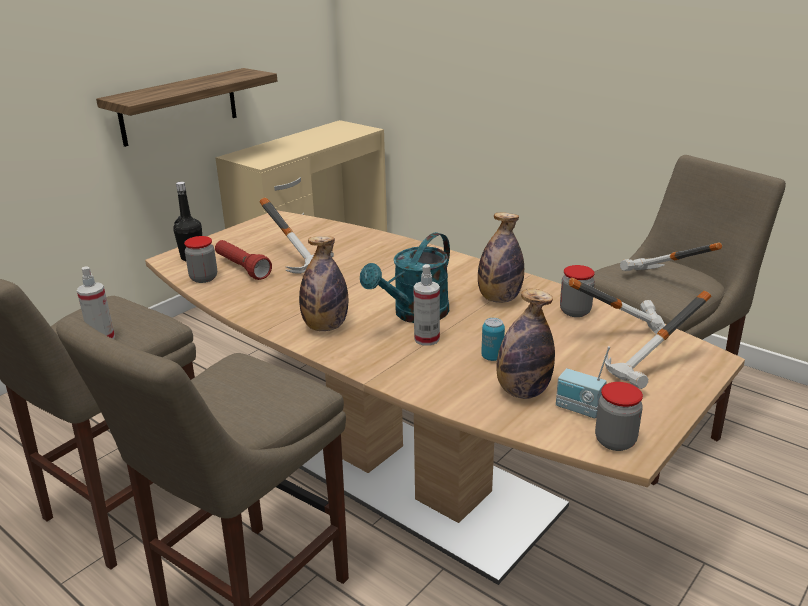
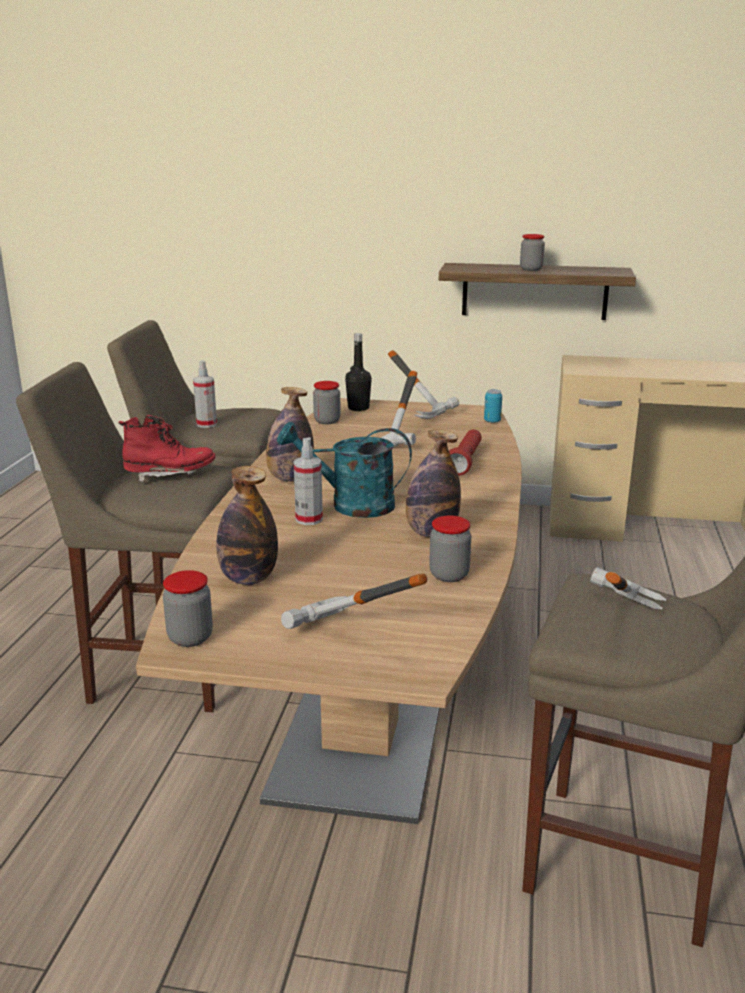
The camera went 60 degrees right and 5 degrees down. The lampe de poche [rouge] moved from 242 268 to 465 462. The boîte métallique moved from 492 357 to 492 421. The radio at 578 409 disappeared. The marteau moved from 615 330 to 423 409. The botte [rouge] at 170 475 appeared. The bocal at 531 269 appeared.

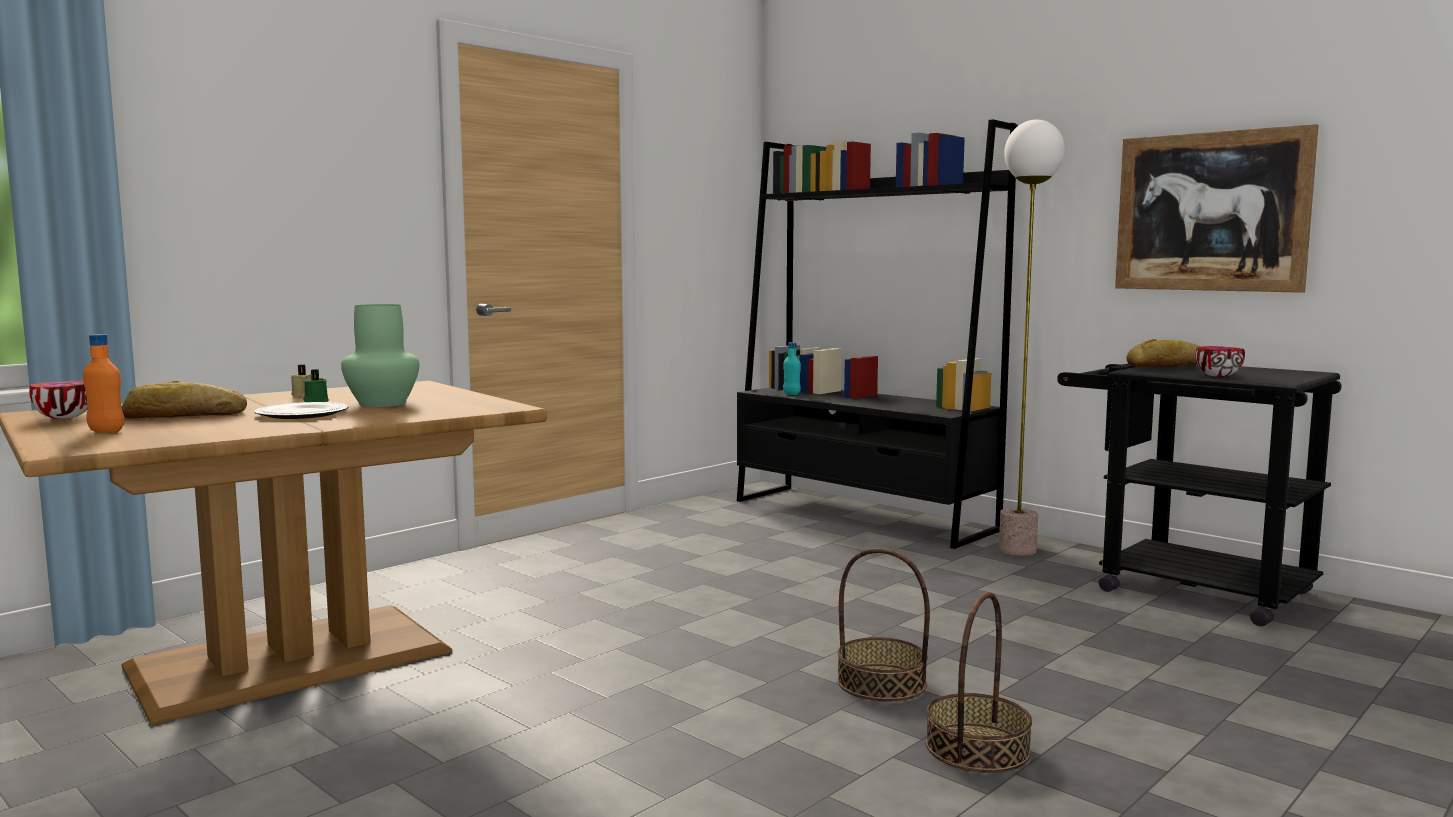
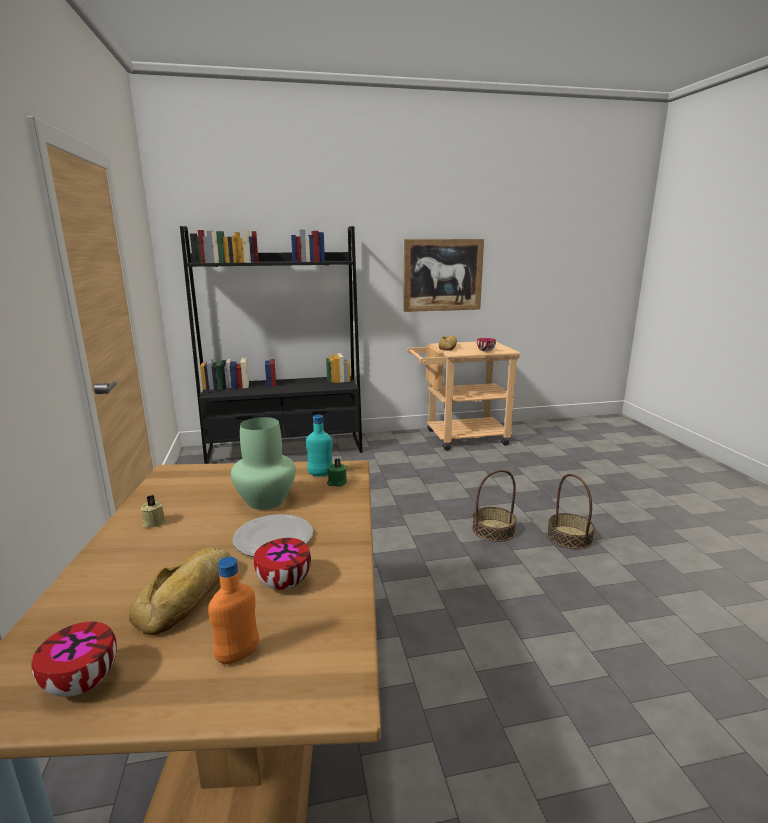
The camera went 55 degrees left and 10 degrees up. The bougie [vert] moved from 315 401 to 337 482. The bouteille [turquoise] moved from 791 394 to 320 474. The lampadaire at 1018 550 disappeared. The chariot [noir] at 1185 587 became the chariot [beige] at 459 438. The bol at 282 583 appeared.

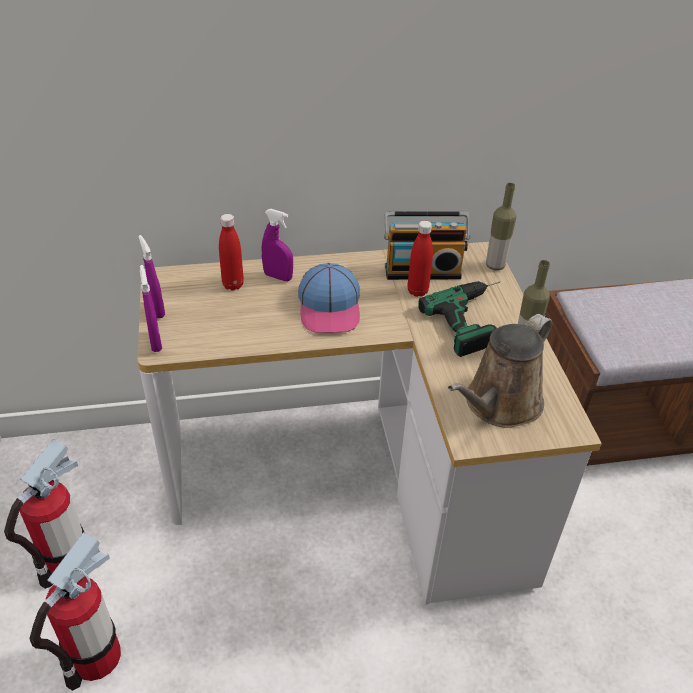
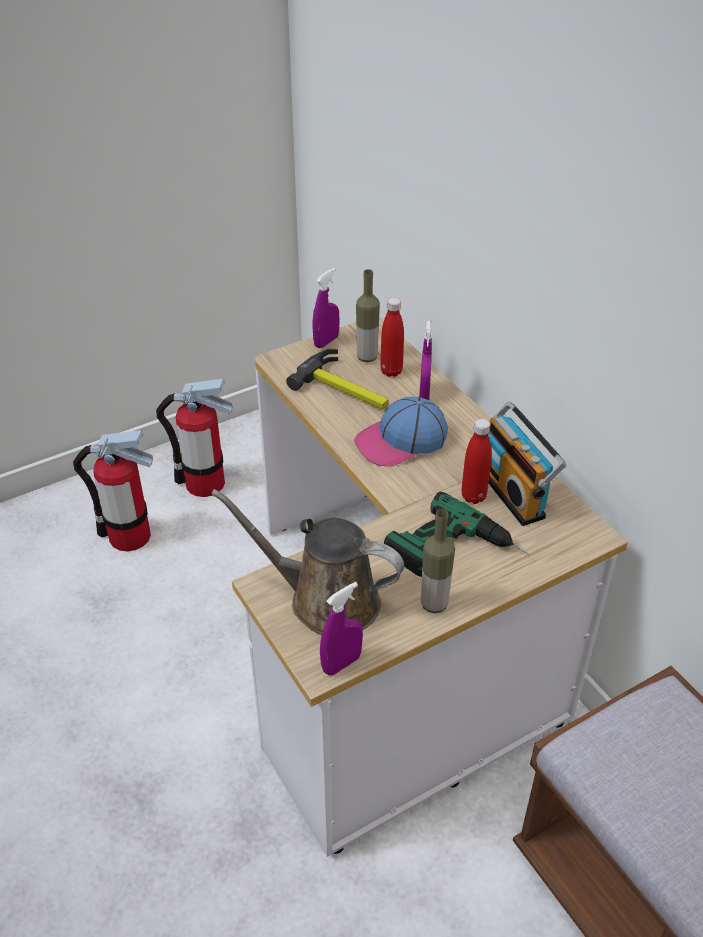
The camera went 70 degrees right and 0 degrees up. The vaporisateur [violet] moved from 155 342 to 341 663. The bouteille moved from 495 266 to 367 357. The marteau at 346 389 appeared.

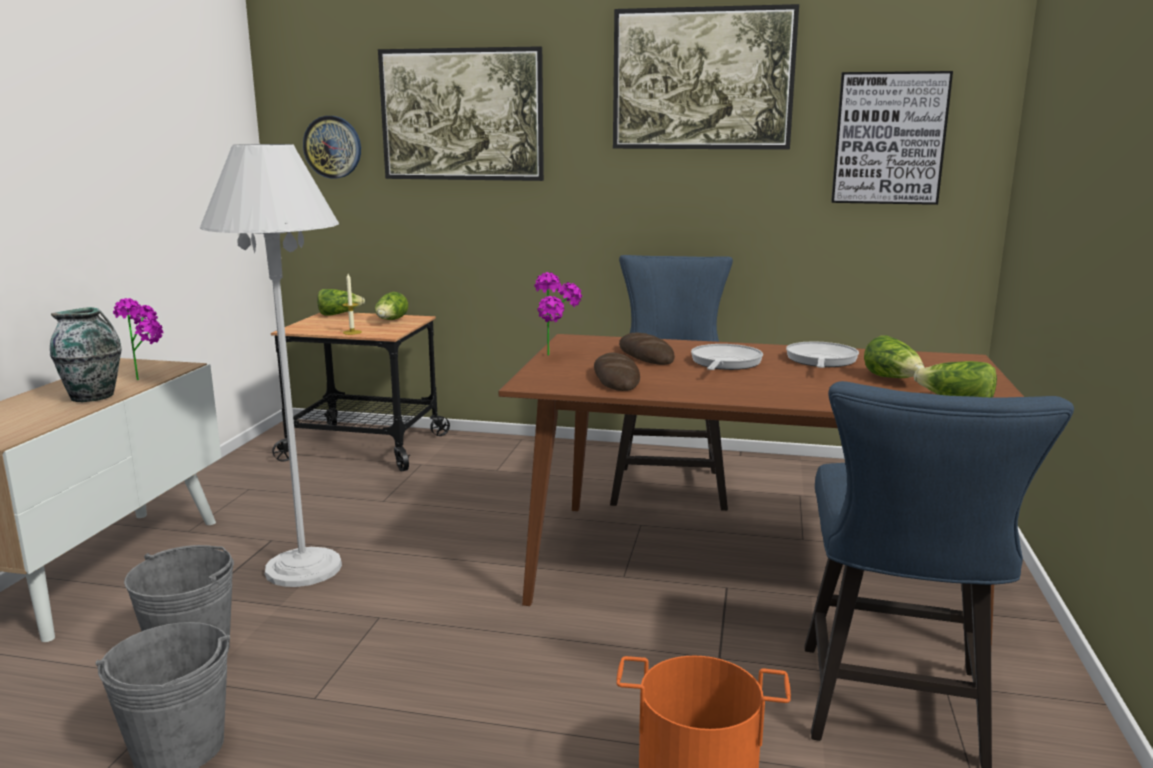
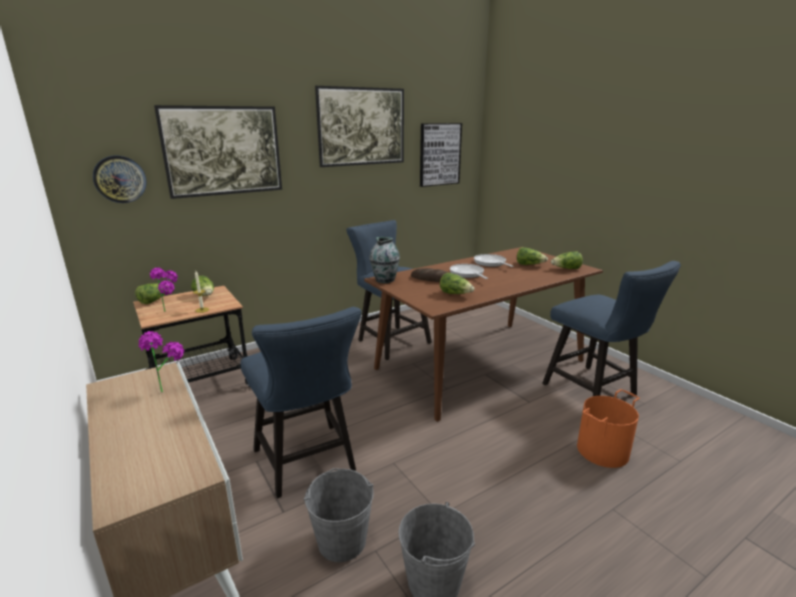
The camera went 45 degrees left and 5 degrees up. The vase moved from 94 396 to 385 280. The lampadaire [blanc] at 303 568 was replaced by the chaise [bleu] at 308 464. The plante en pot moved from 557 356 to 171 311. The pain at 616 378 was replaced by the laitue at 455 294.

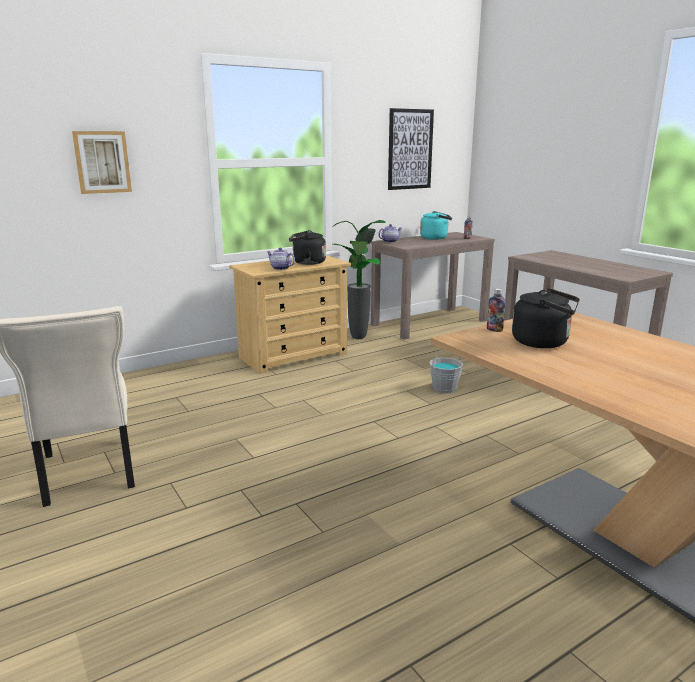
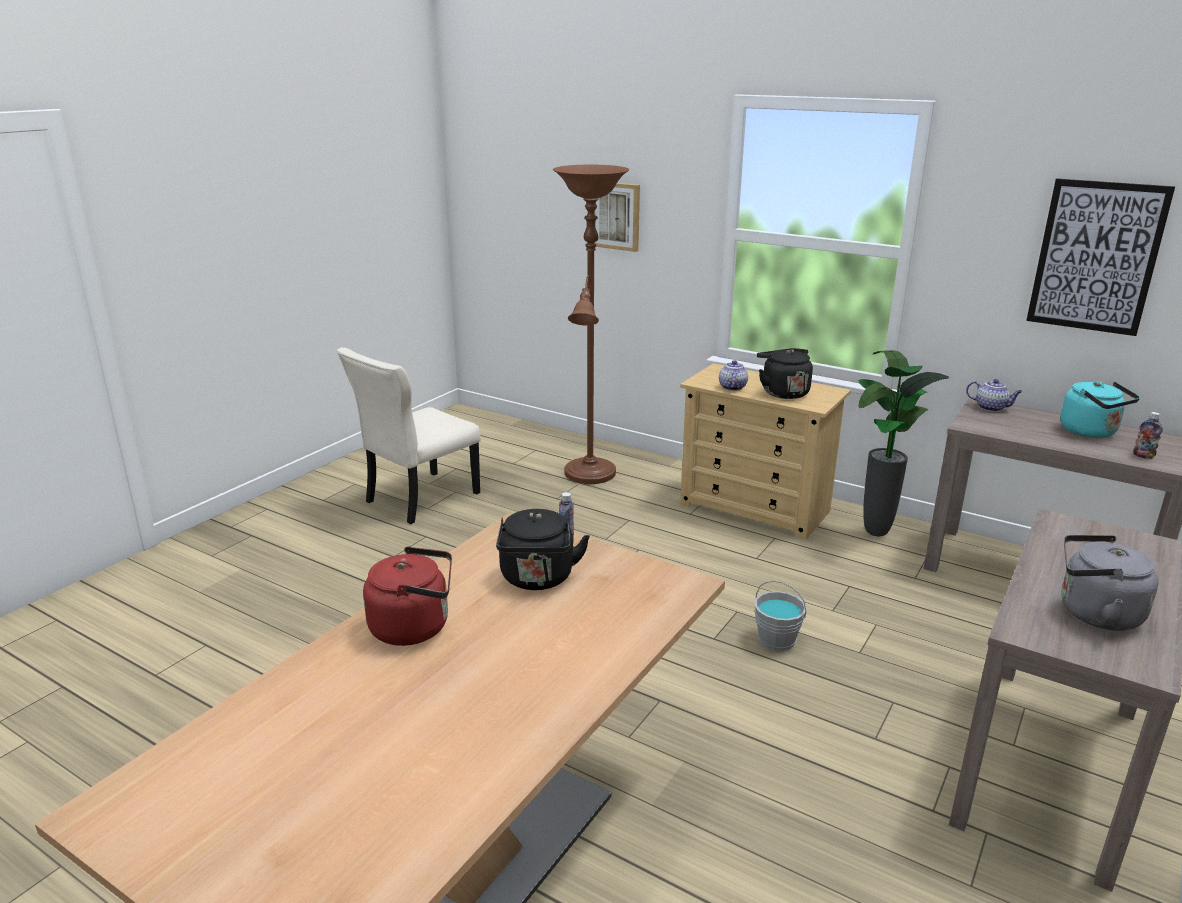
The camera went 65 degrees right and 5 degrees up. The bouilloire [rouge] at 415 627 appeared. The lampadaire [marron] at 589 476 appeared. The bouilloire [gris] at 1094 613 appeared.

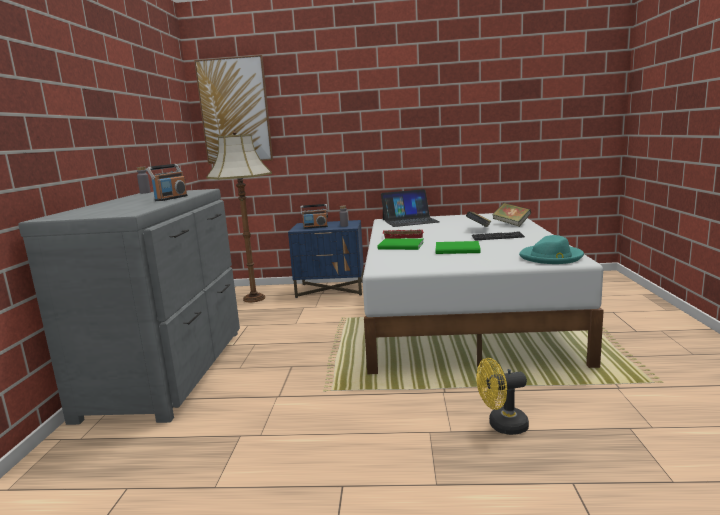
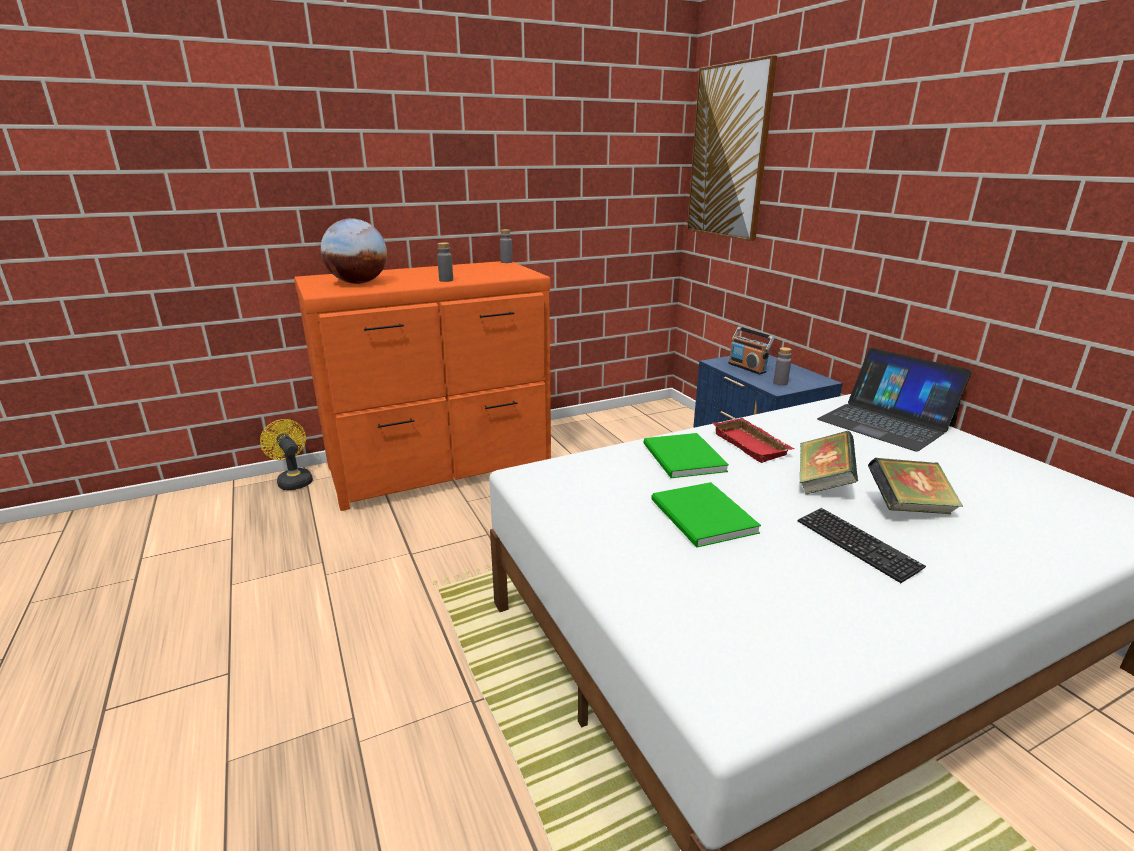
The camera went 60 degrees right and 10 degrees up. The commode [gris] at 170 371 became the commode [orange] at 441 466. The radio at 171 198 was replaced by the bouteille [gris] at 446 280. The lampadaire at 254 298 disappeared. The ventilateur [jaune] moved from 502 426 to 293 480. The livre moved from 511 224 to 823 482. The chapeau [turquoise] at 551 257 disappeared. The globe at 358 283 appeared.

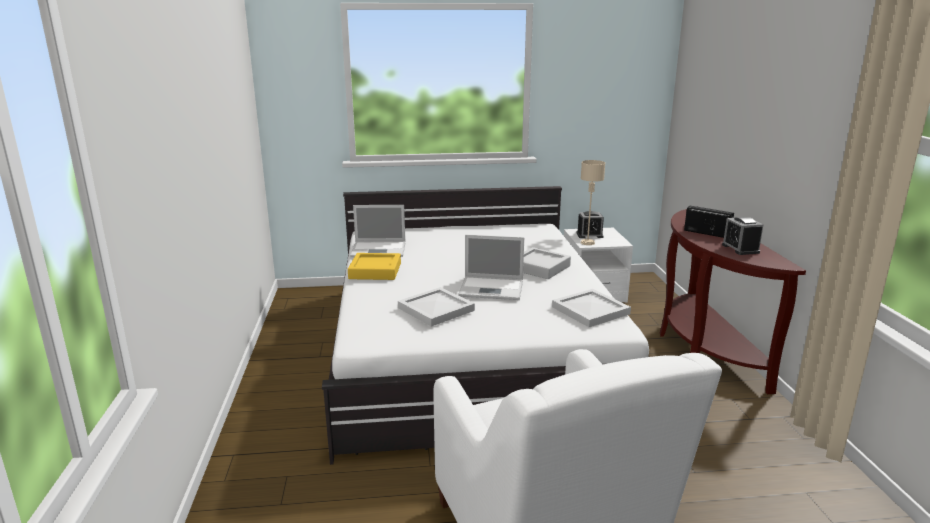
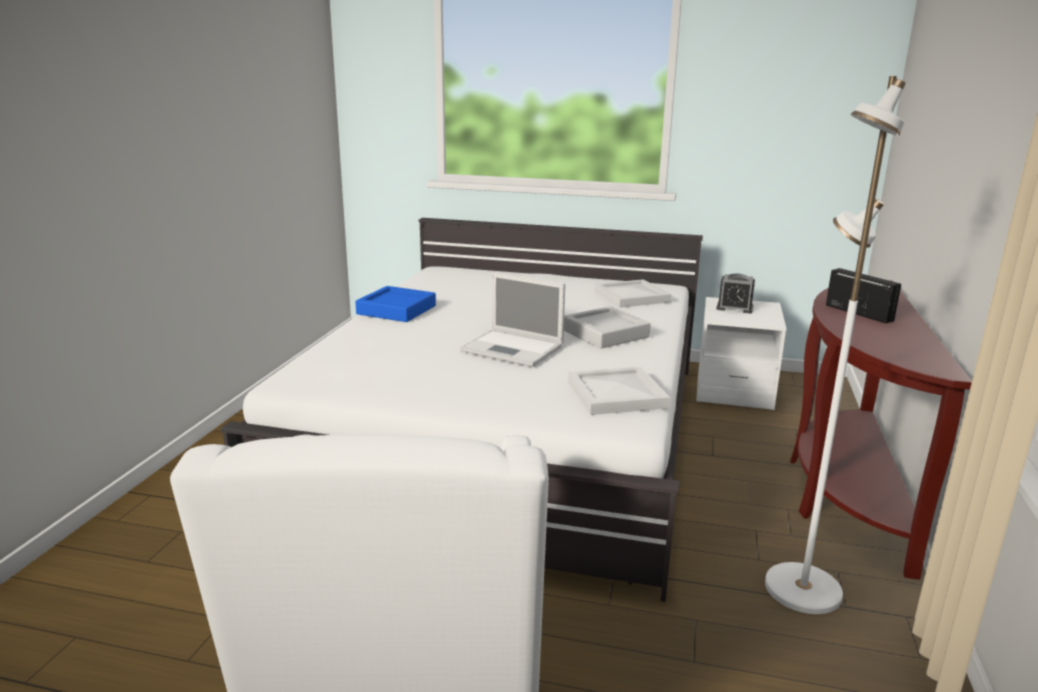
The camera went 20 degrees right and 0 degrees up. The plateau [jaune] at 375 271 became the plateau [bleu] at 396 310. The ordinateur portable at 380 250 disappeared. The plateau [blanc] moved from 437 309 to 633 297. The lampe de table [beige] at 587 242 disappeared. The réveil at 740 248 disappeared. The lampadaire [blanc] at 800 589 appeared.

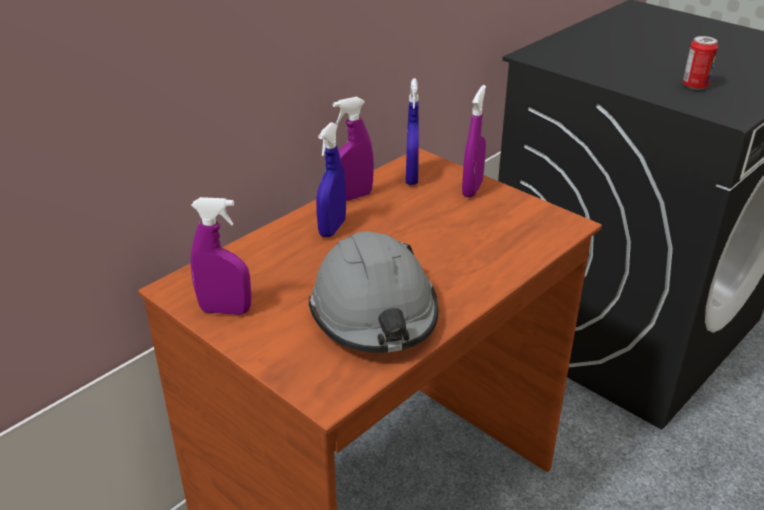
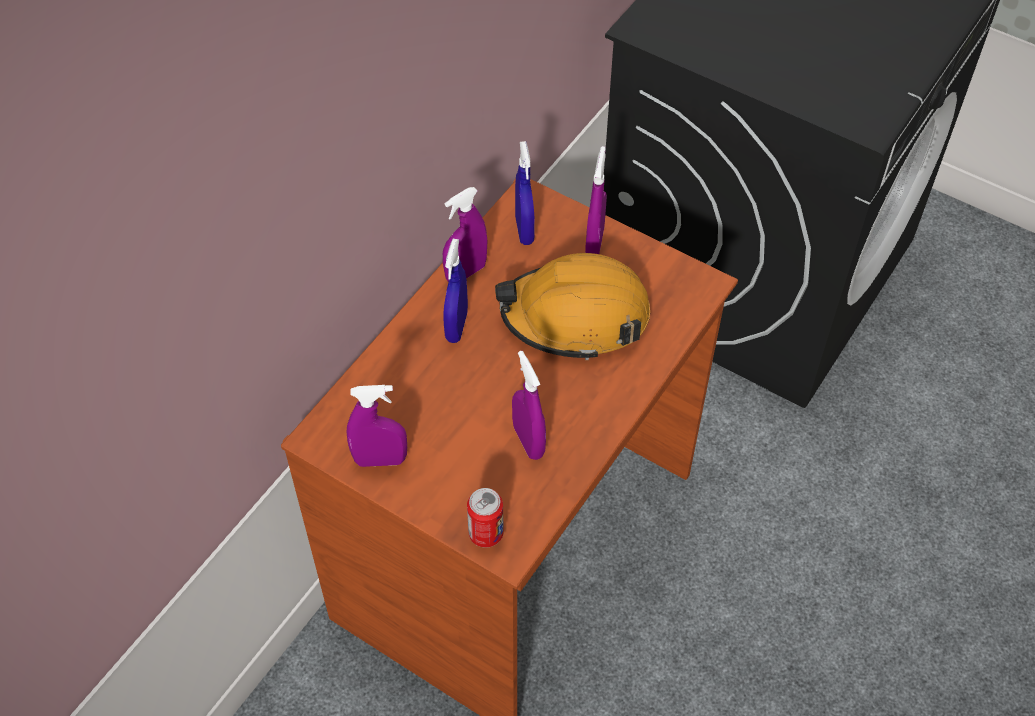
The camera went 10 degrees left and 20 degrees up. The casque de chantier [gris] at 374 313 was replaced by the vaporisateur [violet] at 528 441. The boîte métallique moved from 695 86 to 486 533. The casque de chantier [orange] at 575 316 appeared.

